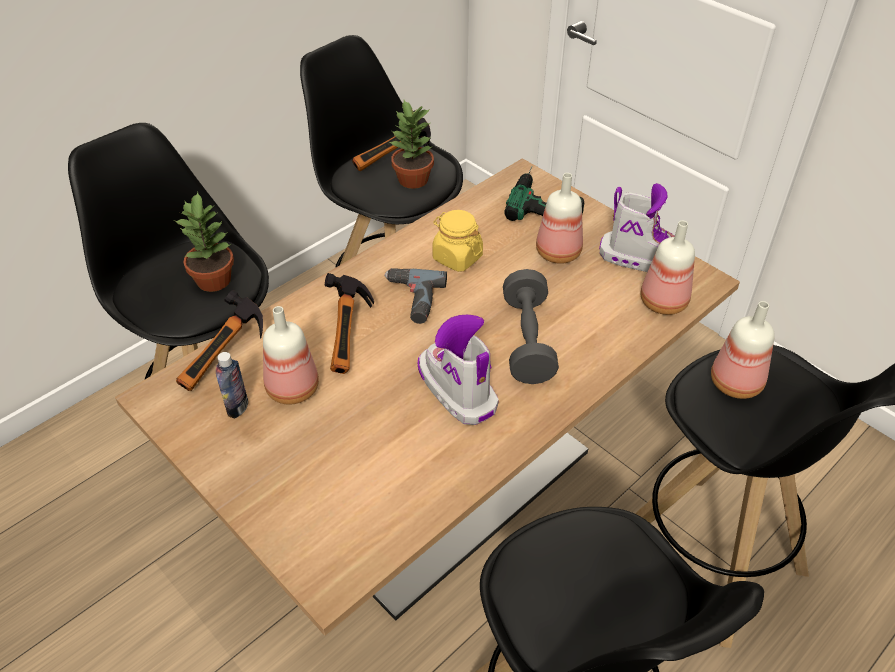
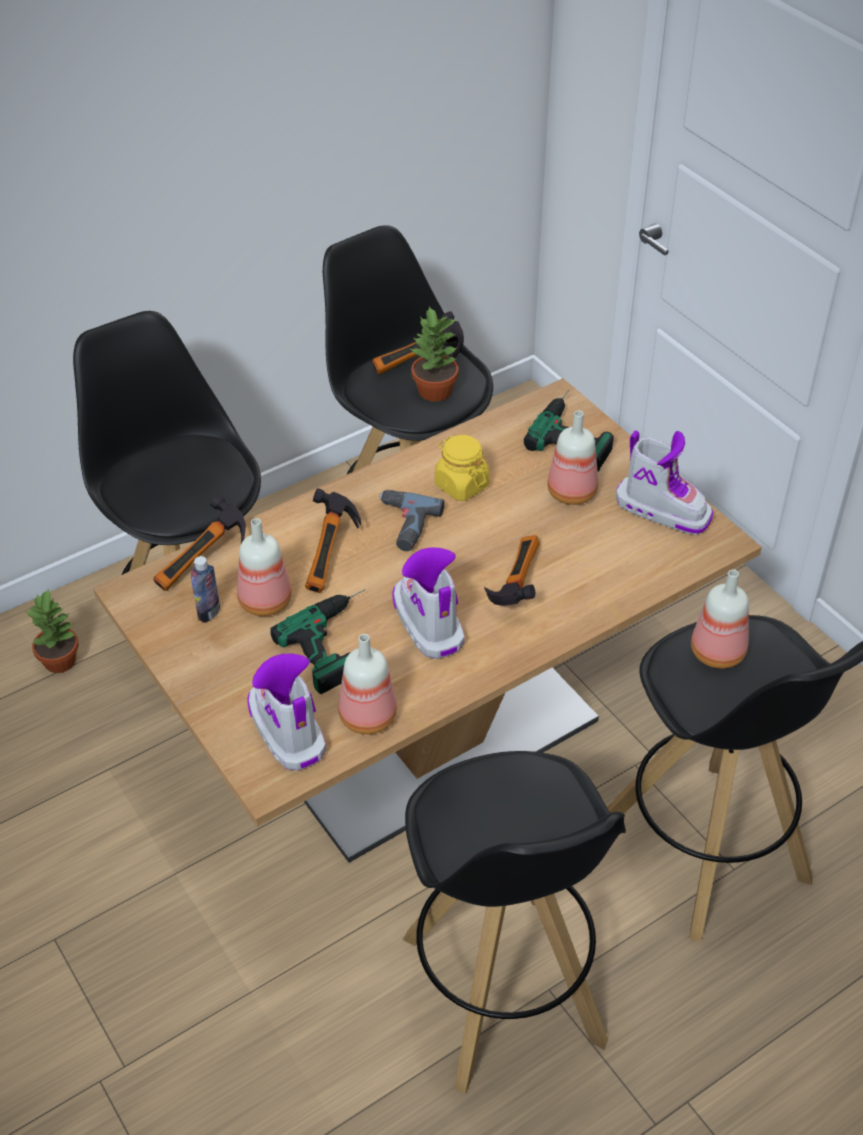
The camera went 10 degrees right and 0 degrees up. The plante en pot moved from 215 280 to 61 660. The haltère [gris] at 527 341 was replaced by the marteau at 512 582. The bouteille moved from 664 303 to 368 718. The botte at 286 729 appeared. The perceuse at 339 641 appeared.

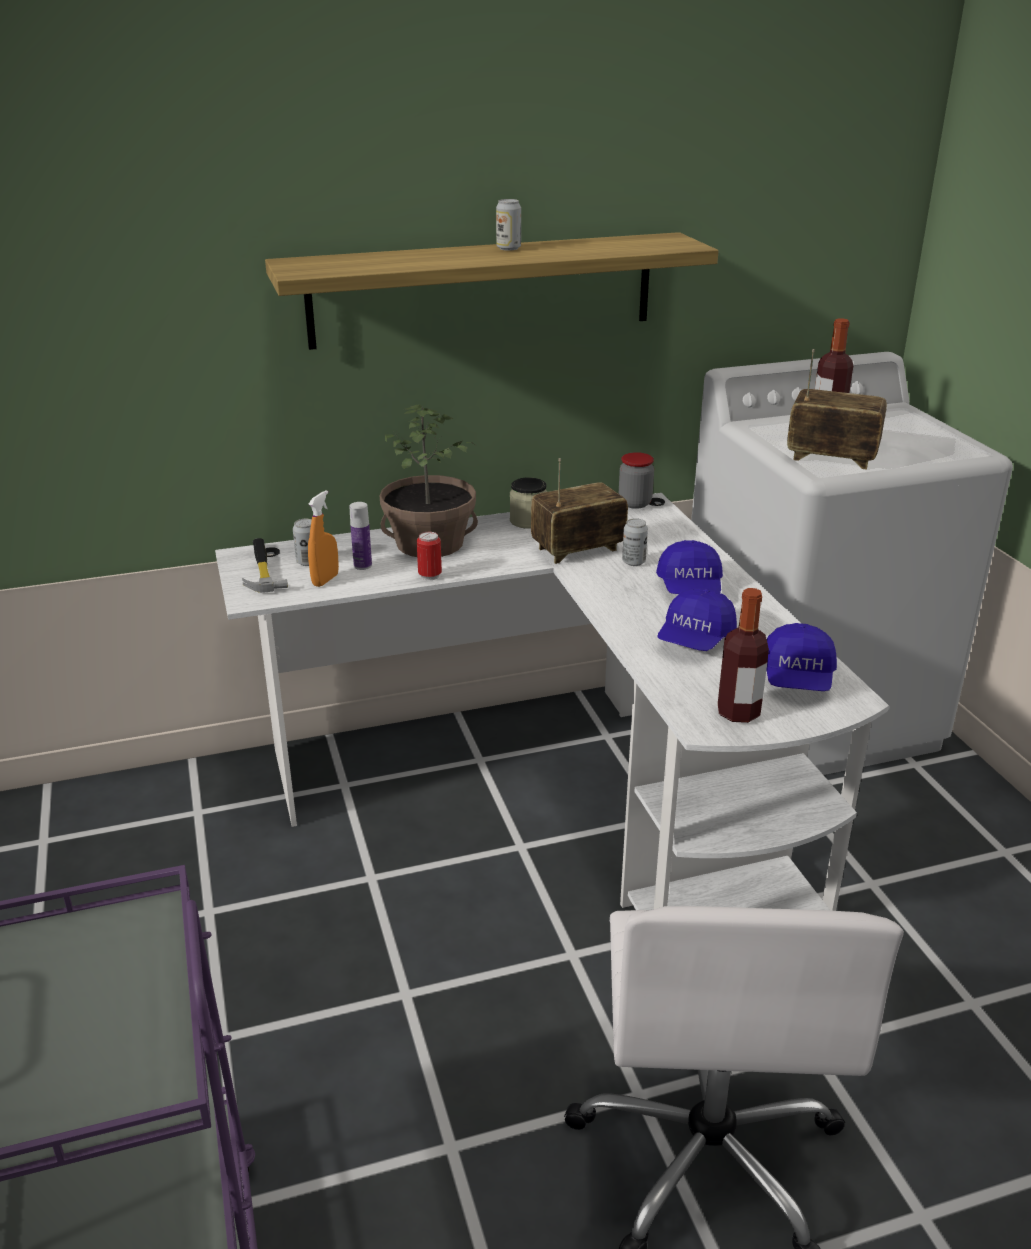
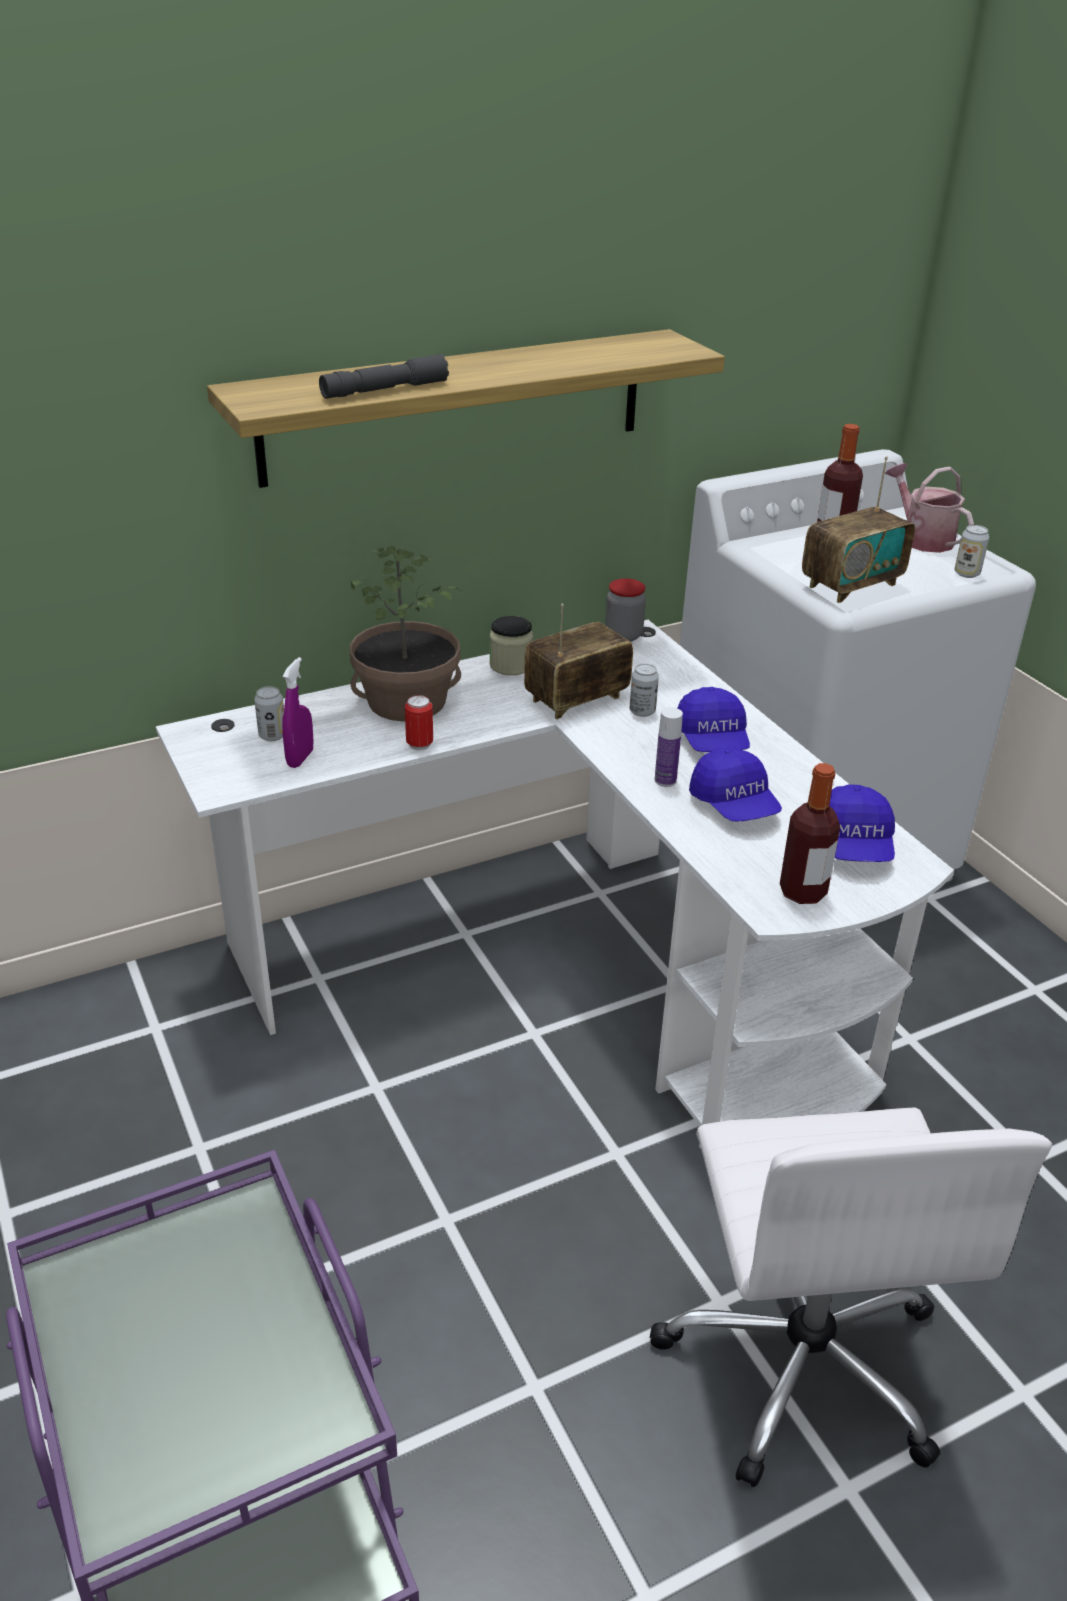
The camera went 10 degrees left and 5 degrees up. The marteau at 262 567 disappeared. The vaporisateur [orange] at 325 580 became the vaporisateur [violet] at 300 758. The bouteille moved from 362 565 to 665 780. The boîte métallique moved from 508 248 to 967 573. The casquette [bleu] at 695 639 turned 45 degrees counterclockwise. The radio at 831 458 turned 135 degrees clockwise. The lampe de poche [gris] at 384 390 appeared. The arrosoir at 922 538 appeared.

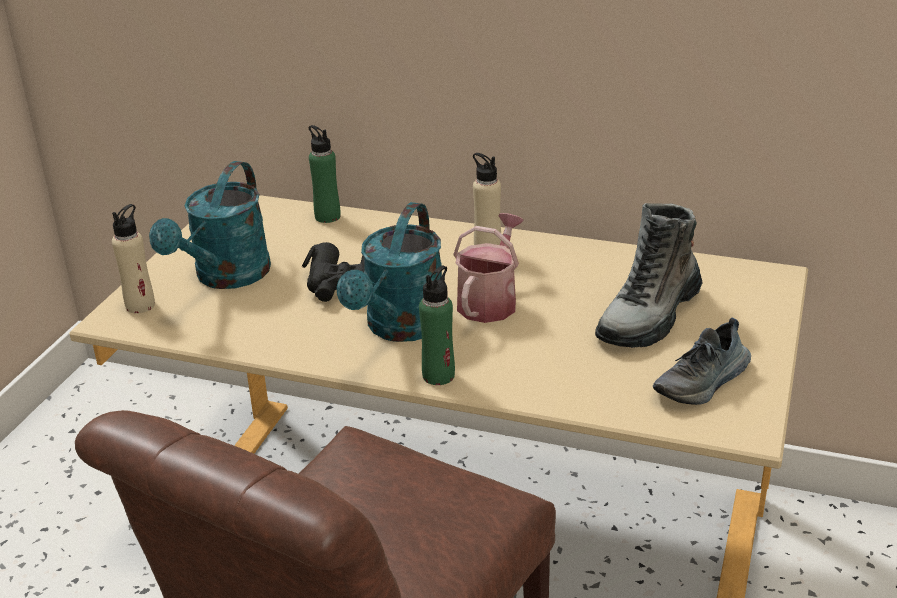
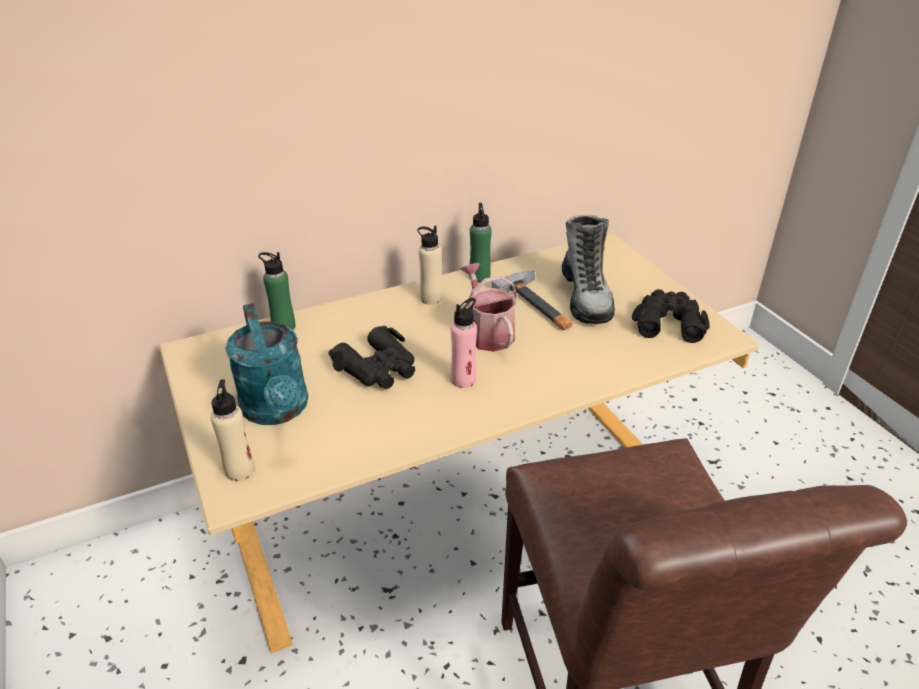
The camera went 45 degrees left and 5 degrees up. The arrosoir [turquoise] at 400 328 was replaced by the bouteille [rose] at 463 380. The bouteille [vert] moved from 438 375 to 479 277. The chaussure at 703 382 was replaced by the jumelles [noir] at 668 322. The marteau at 538 305 appeared.

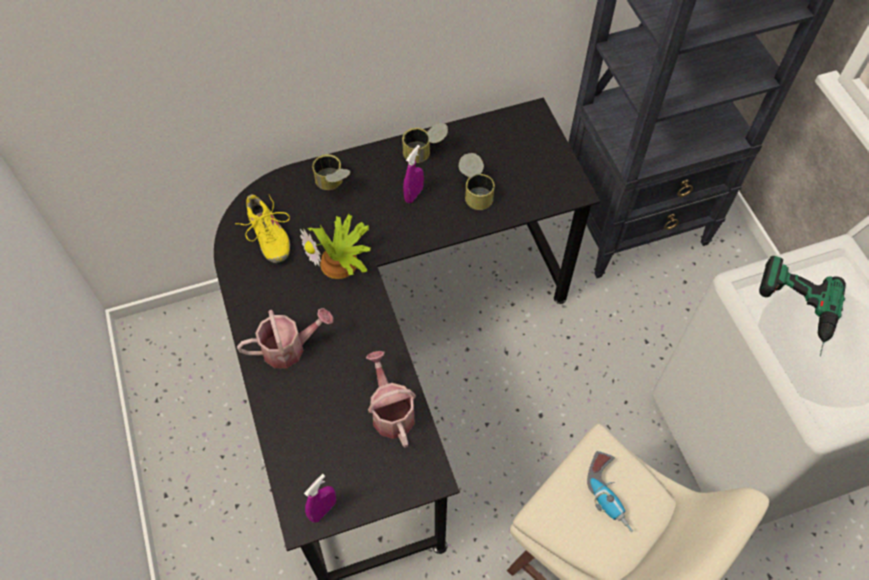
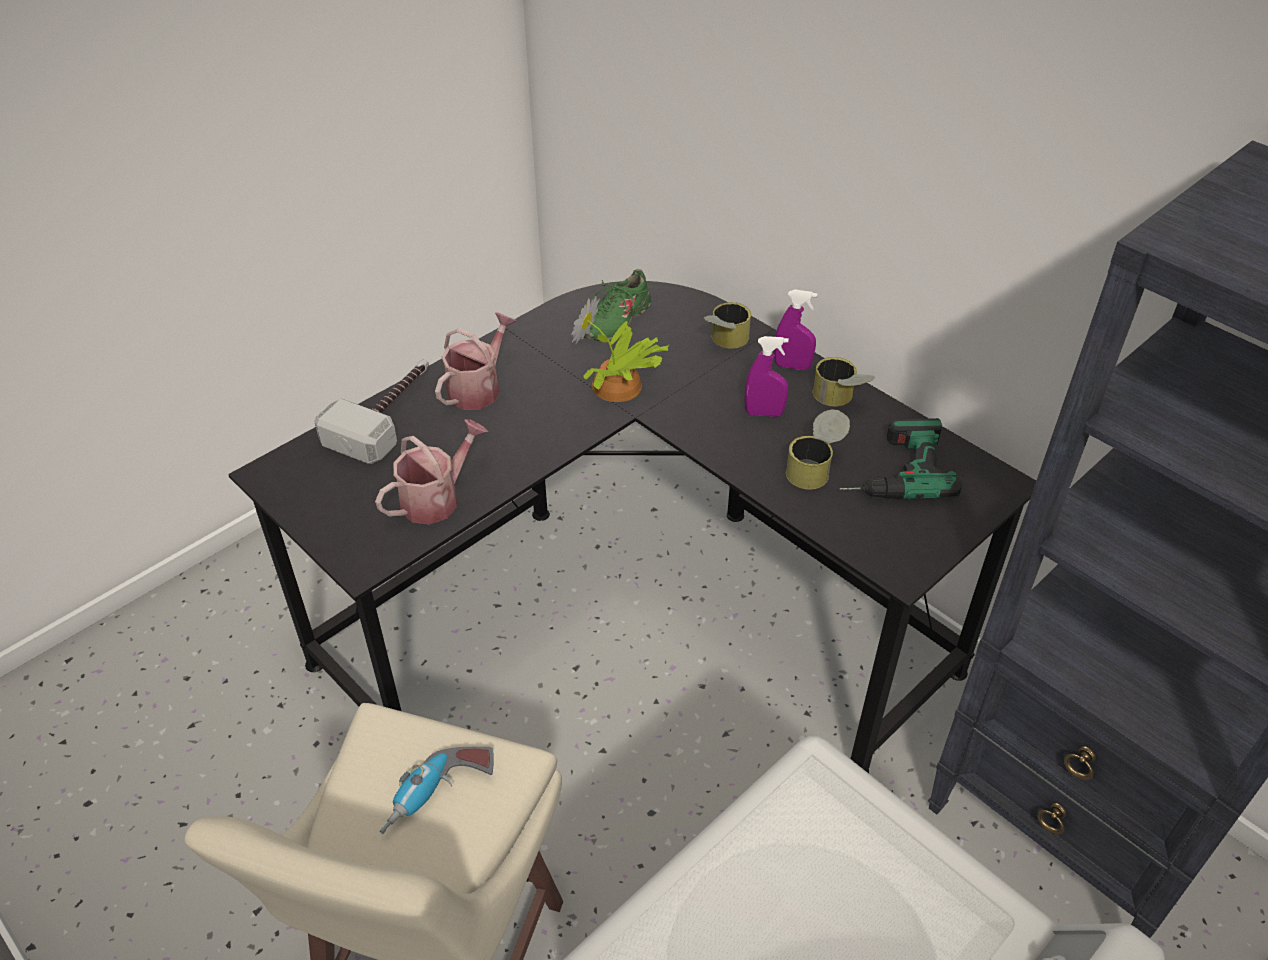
The camera went 65 degrees right and 15 degrees down. The chaussure [jaune] at 268 236 became the chaussure [vert] at 614 321. The arrosoir at 289 348 turned 105 degrees counterclockwise. The vaporisateur [violet] moved from 323 510 to 792 366. The perceuse moved from 795 311 to 890 469. The marteau at 388 415 appeared.

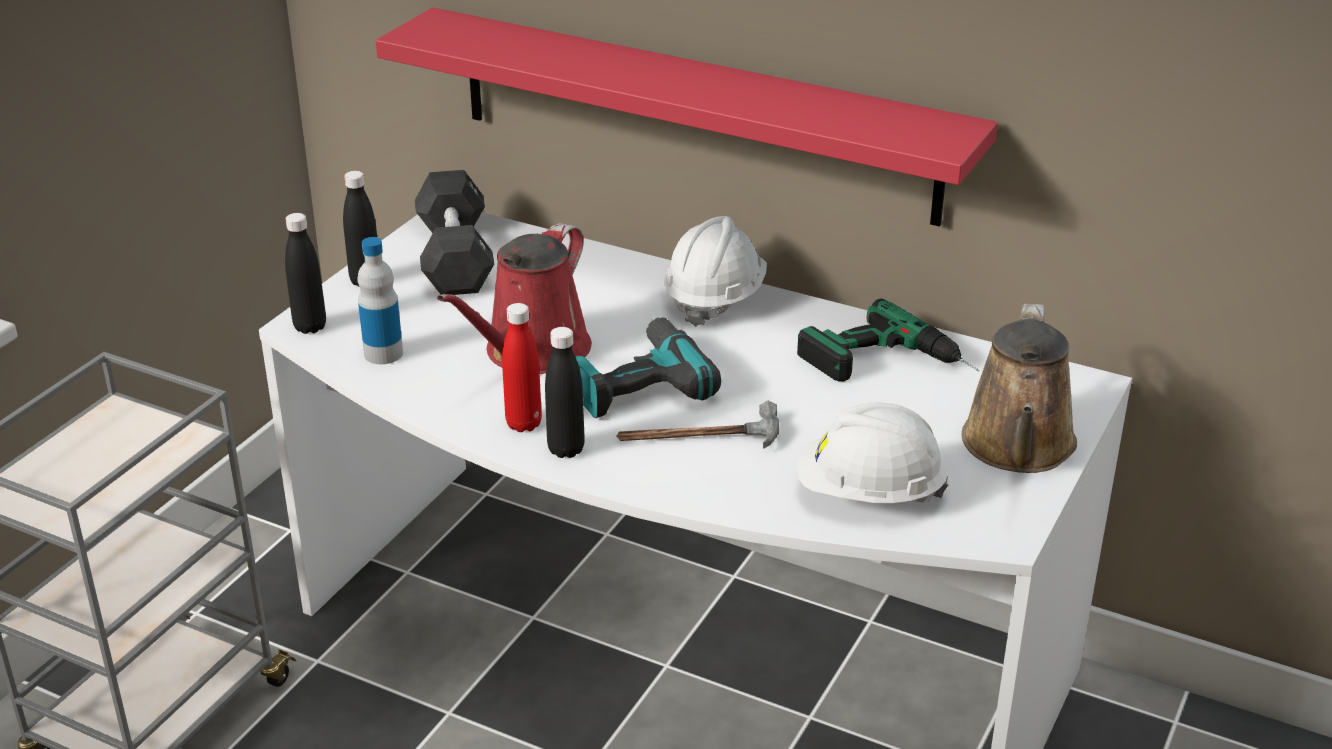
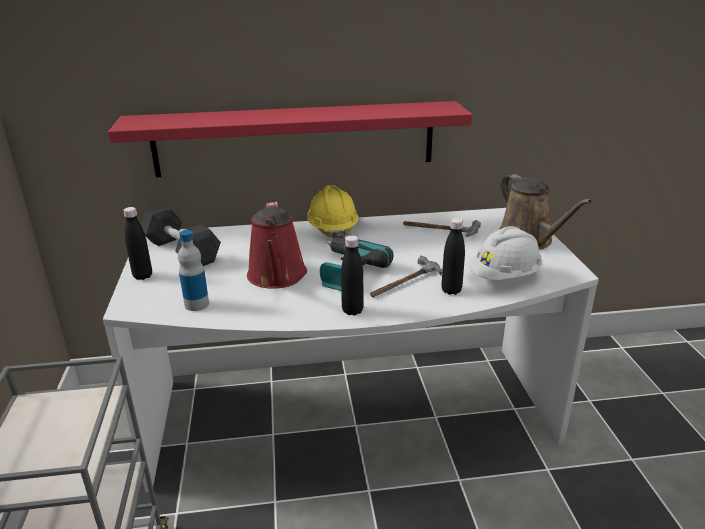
The camera went 35 degrees left and 5 degrees down. The bouteille [noir] moved from 310 327 to 451 290. The bouteille [rouge] at 524 424 disappeared. The casque de chantier [blanc] at 714 299 became the casque de chantier [jaune] at 332 229. The perceuse at 891 366 was replaced by the marteau at 439 230.

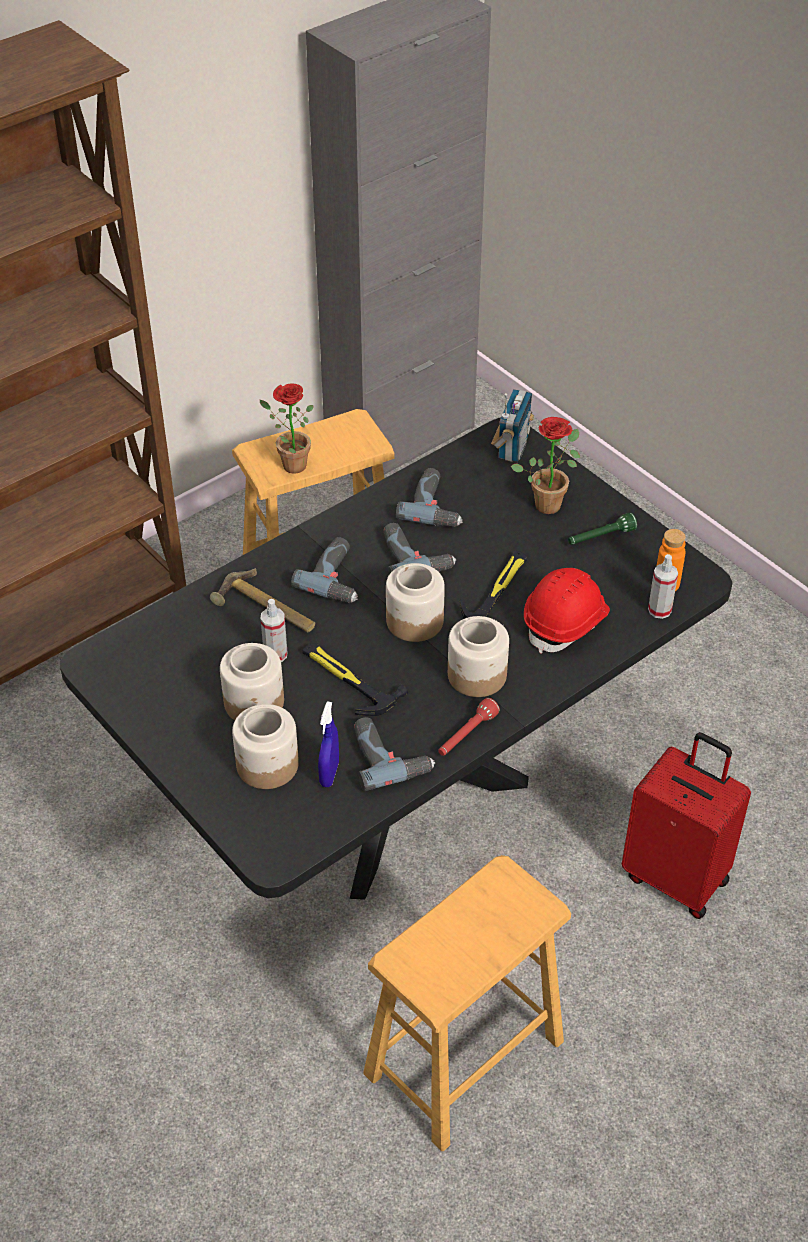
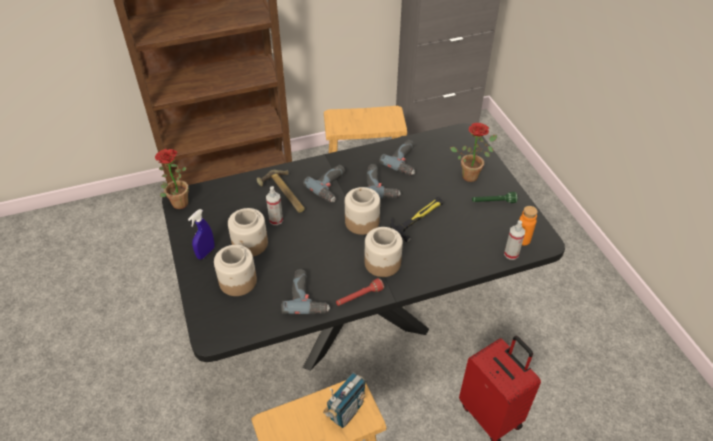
The camera went 20 degrees right and 0 degrees up. The plante en pot moved from 289 464 to 177 201. The marteau at 347 680 disappeared. The vaporisateur [bleu] moved from 329 774 to 206 253. The radio moved from 512 448 to 346 411. The casque de chantier [rouge] at 566 622 disappeared.

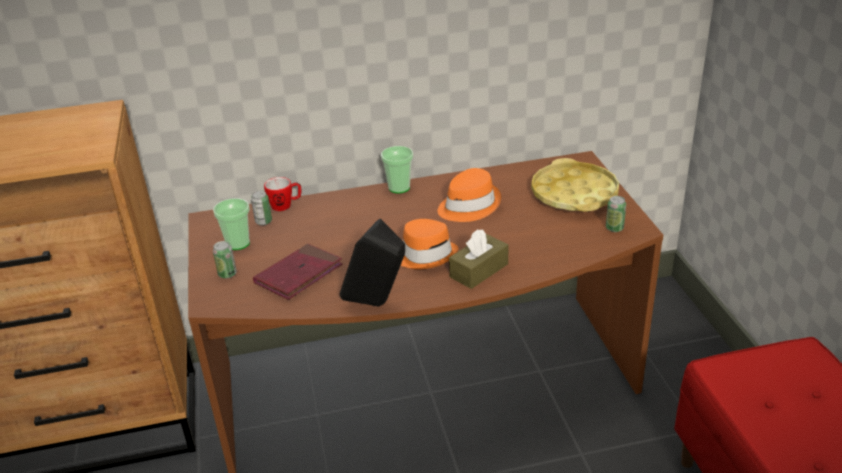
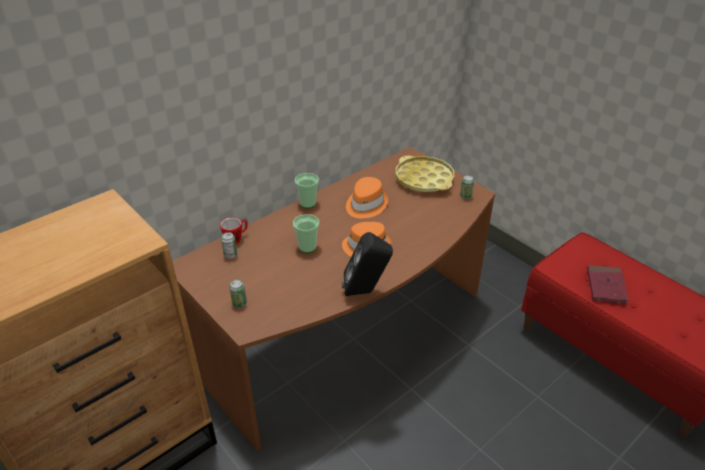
The camera went 30 degrees left and 5 degrees up. The tasse moved from 238 243 to 307 247. The livre [rouge] moved from 299 275 to 606 286. The boîte à mouchoirs [marron] at 479 270 disappeared.

